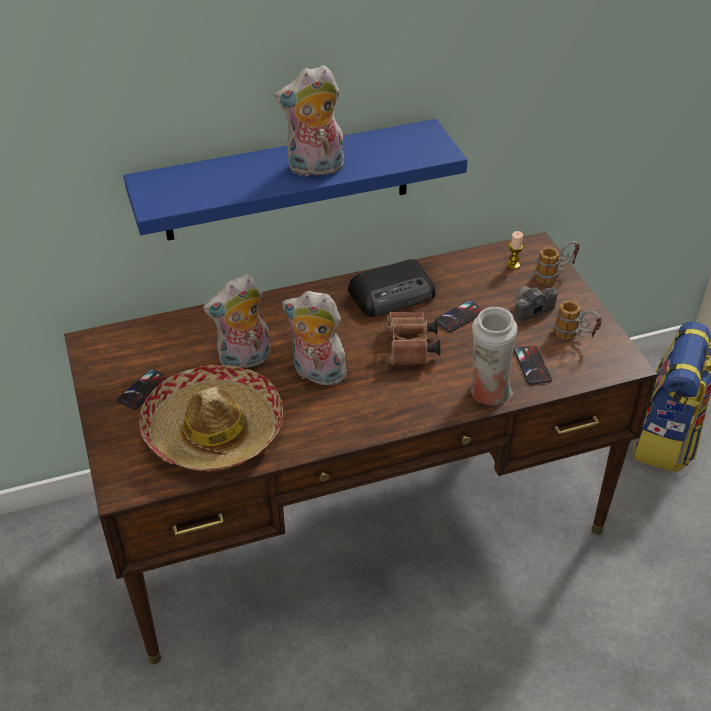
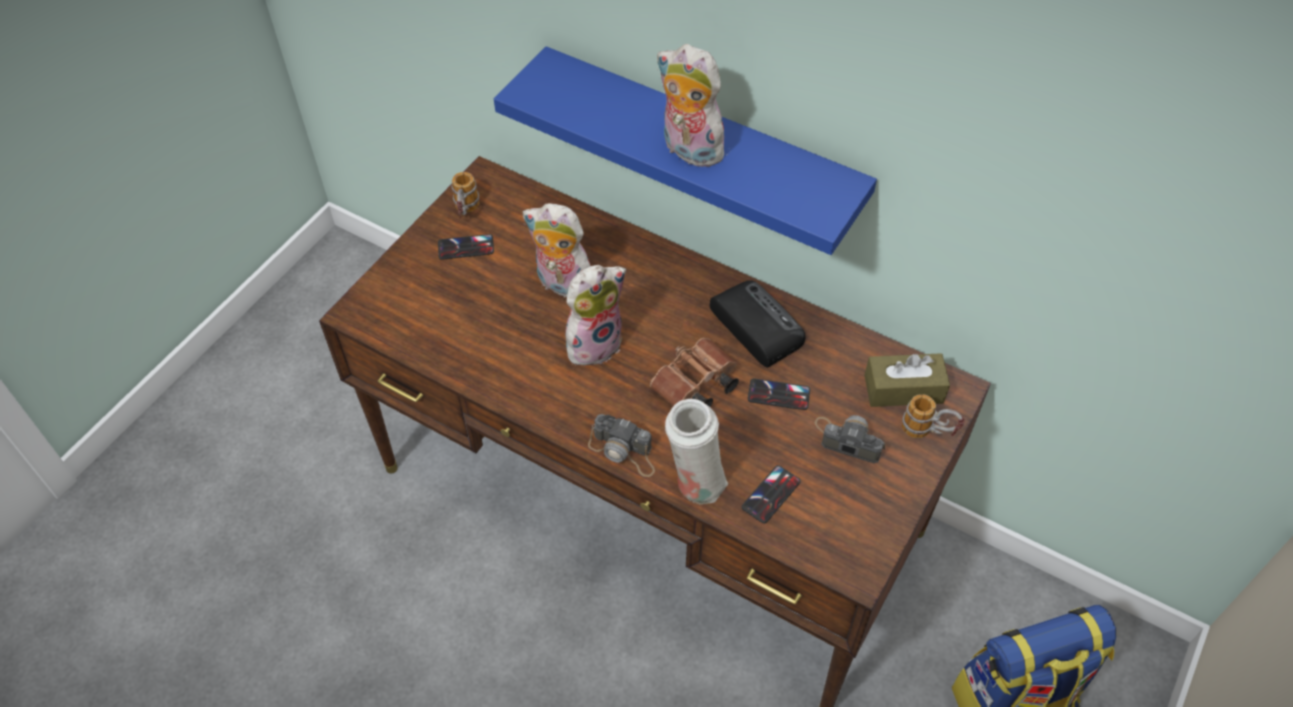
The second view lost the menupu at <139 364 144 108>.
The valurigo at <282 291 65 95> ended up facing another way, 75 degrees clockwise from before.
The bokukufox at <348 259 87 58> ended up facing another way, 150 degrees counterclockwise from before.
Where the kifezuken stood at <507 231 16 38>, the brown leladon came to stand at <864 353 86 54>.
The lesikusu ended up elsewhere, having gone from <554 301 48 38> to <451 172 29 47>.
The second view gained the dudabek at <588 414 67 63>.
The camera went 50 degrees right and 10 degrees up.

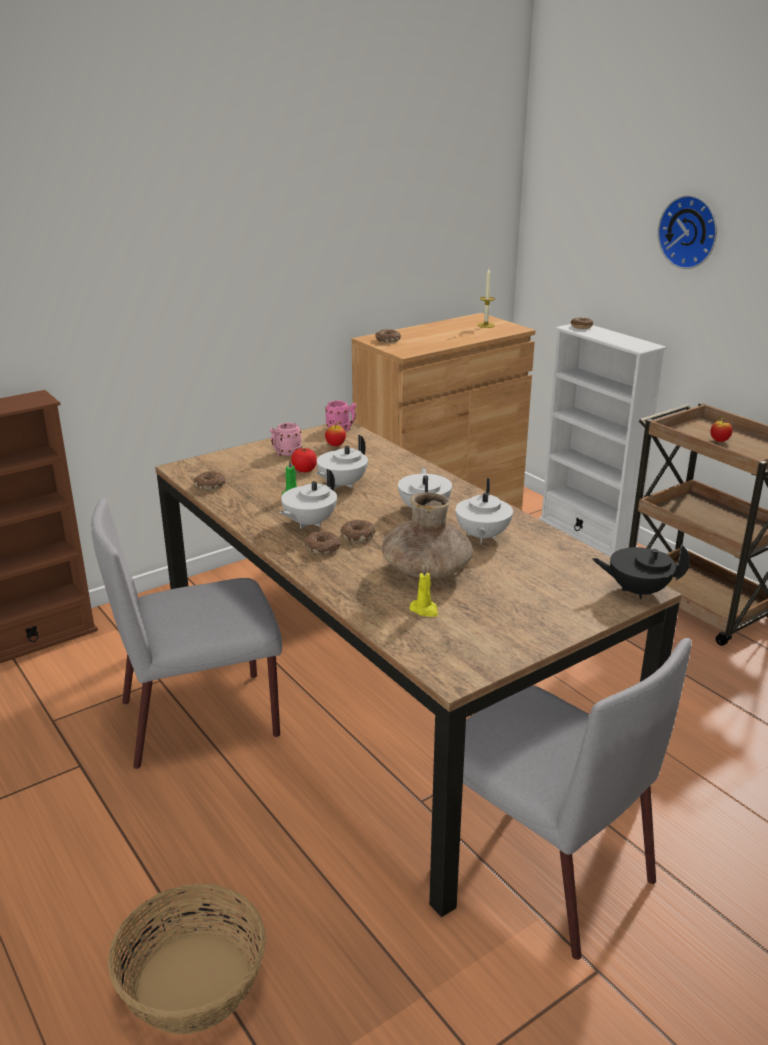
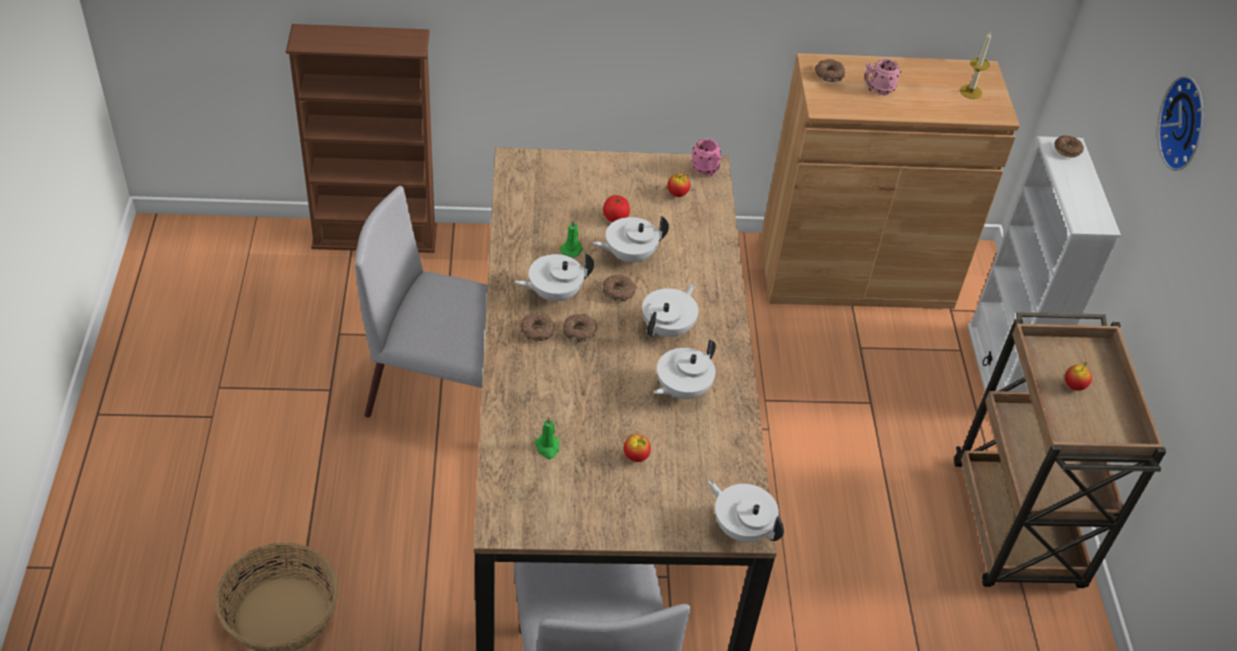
The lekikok ended up elsewhere, having gone from <194 471 32 19> to <602 275 35 27>.
The pink lesikusu ended up elsewhere, having gone from <270 422 32 34> to <864 59 37 36>.
The second view lost the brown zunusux at <382 492 91 87>.
What was the yellow kifezuken at <409 565 29 52> turned into the green kifezuken at <535 417 25 42>.
What was the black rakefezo at <592 544 98 55> turned into the white rakefezo at <708 480 76 62>.
The second view gained the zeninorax at <624 434 27 28>.
The camera went 30 degrees right and 20 degrees up.

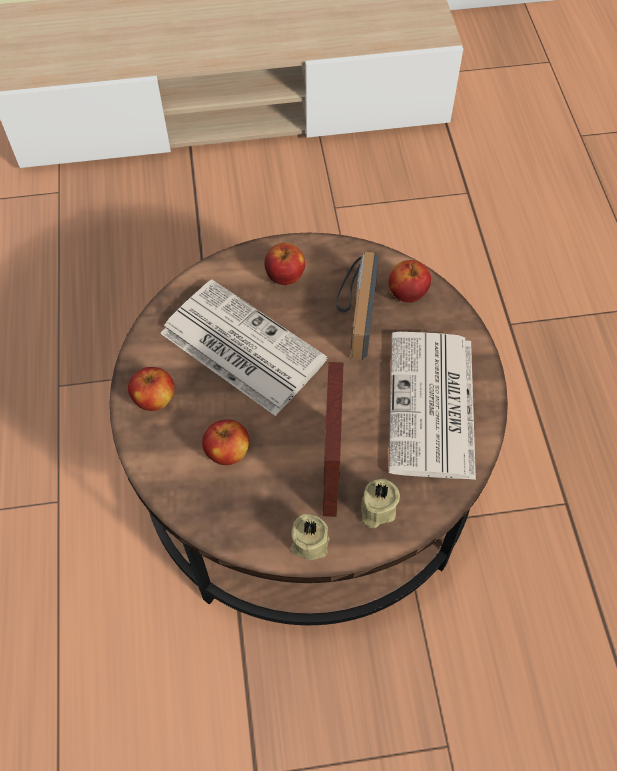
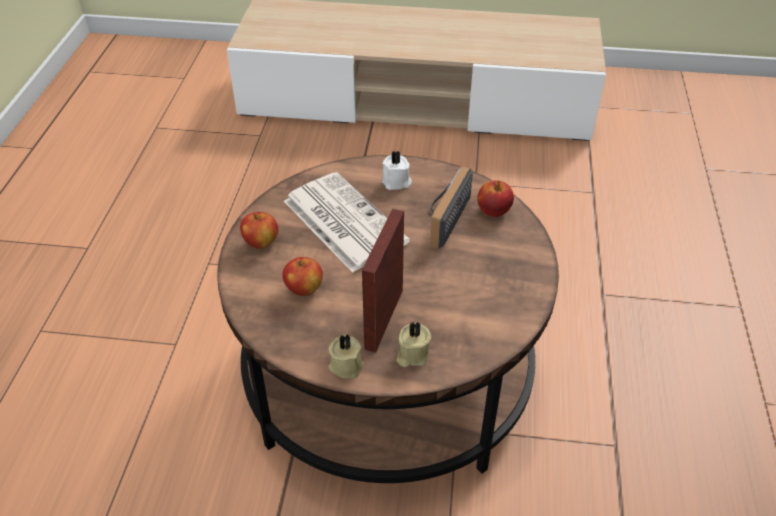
Where the zeninorax stood at <264 243 41 42>, the white kifezuken came to stand at <382 150 30 40>.
The second view lost the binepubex at <389 332 87 148>.
The camera went 15 degrees right and 15 degrees down.

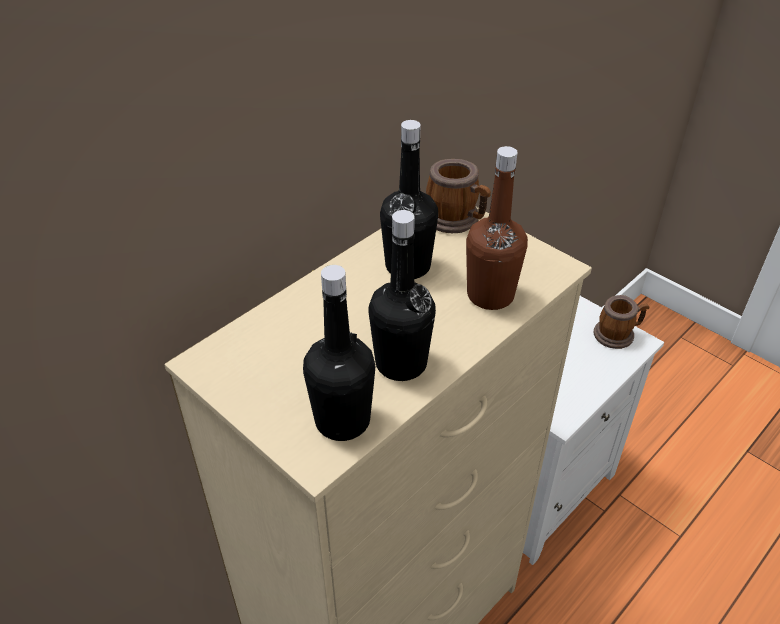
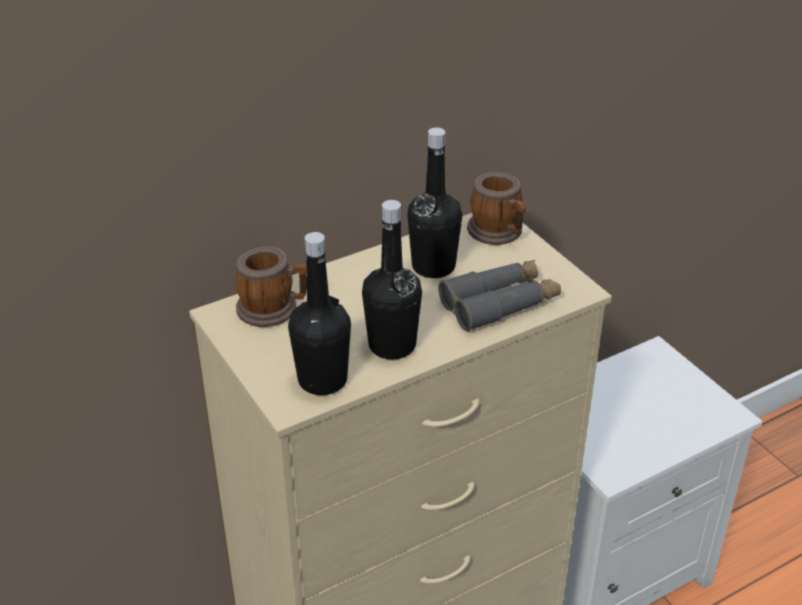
Where the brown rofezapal stood at <466 146 62 164>, the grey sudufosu came to stand at <438 260 123 71>.
The lesikusu ended up elsewhere, having gone from <594 295 56 54> to <236 247 71 80>.
The camera went 15 degrees right and 5 degrees down.

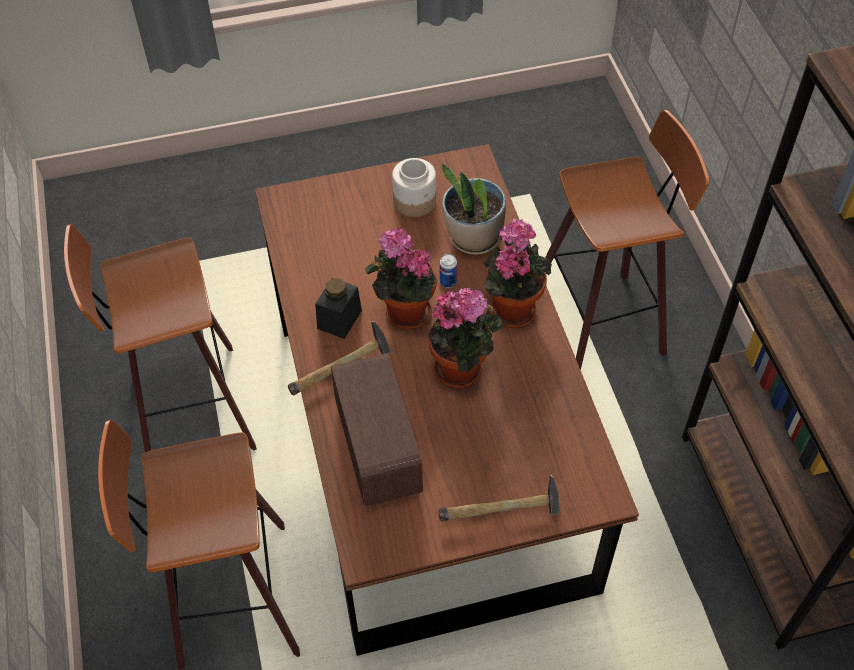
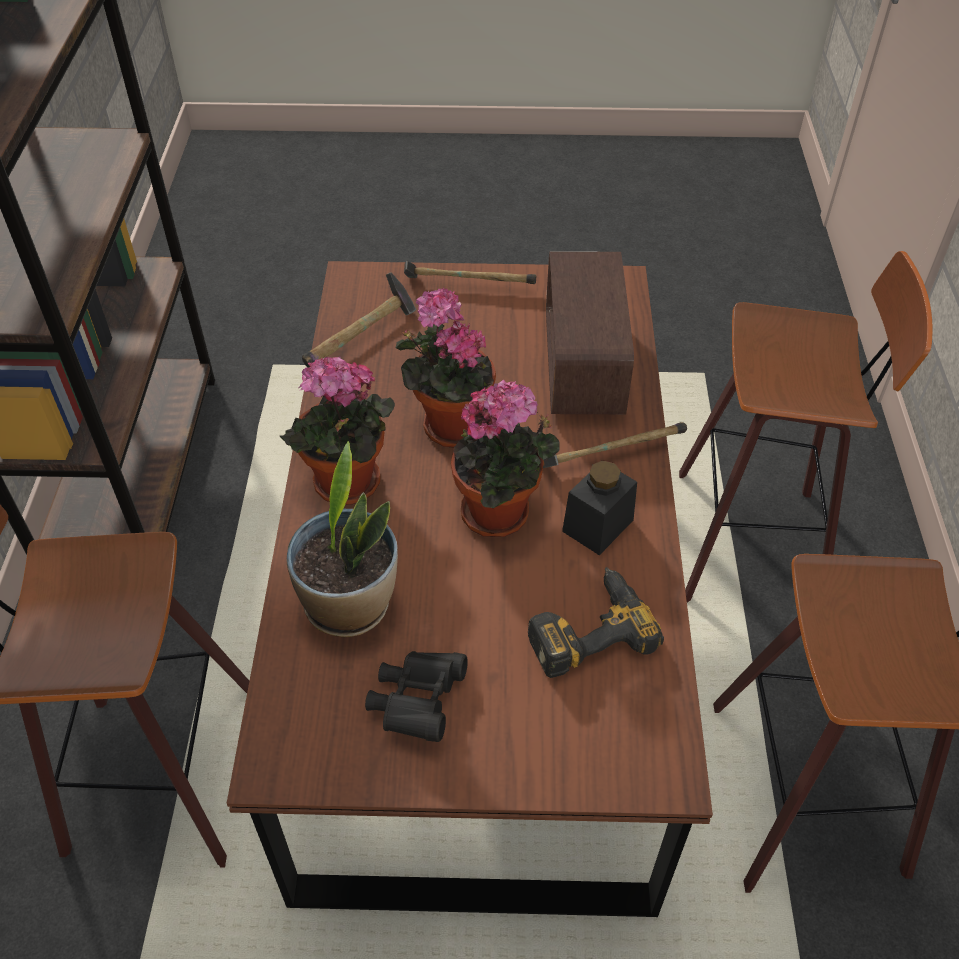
Where the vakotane stood at <392 158 44 59>, the black sudufosu came to stand at <365 651 103 91>.
The second view lost the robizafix at <440 254 17 34>.
The second view gained the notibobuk at <302 273 114 95>.
The second view gained the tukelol at <528 567 136 111>.
The camera went 165 degrees left and 5 degrees down.

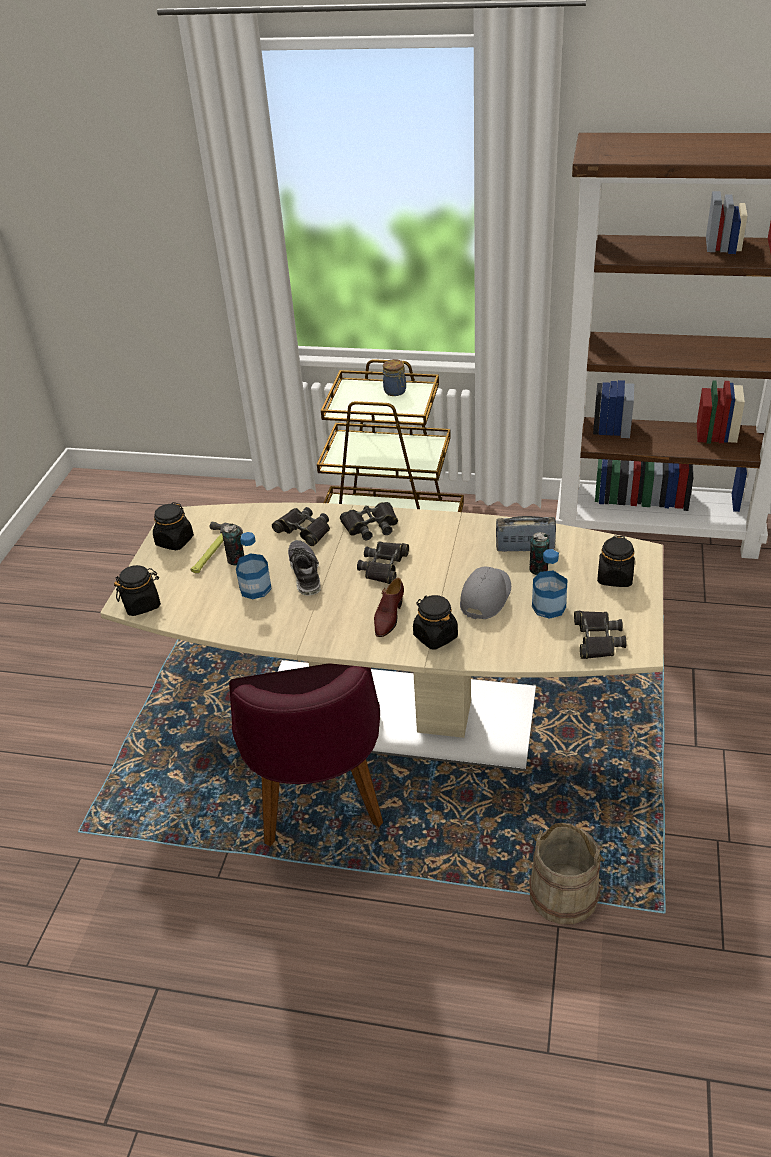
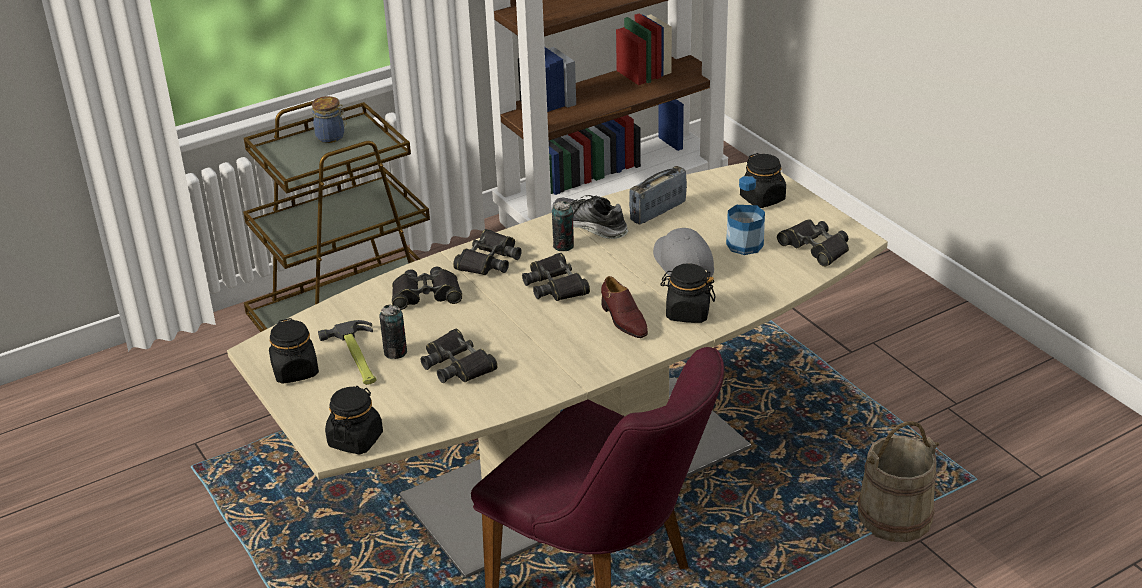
Where the rofezapal stood at <236 532 35 67>, the black sudufosu came to stand at <420 328 78 55>.
The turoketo ended up elsewhere, having gone from <288 540 33 56> to <551 195 77 44>.
The robizafix ended up elsewhere, having gone from <529 532 21 43> to <552 201 22 50>.
The camera went 45 degrees left and 5 degrees down.

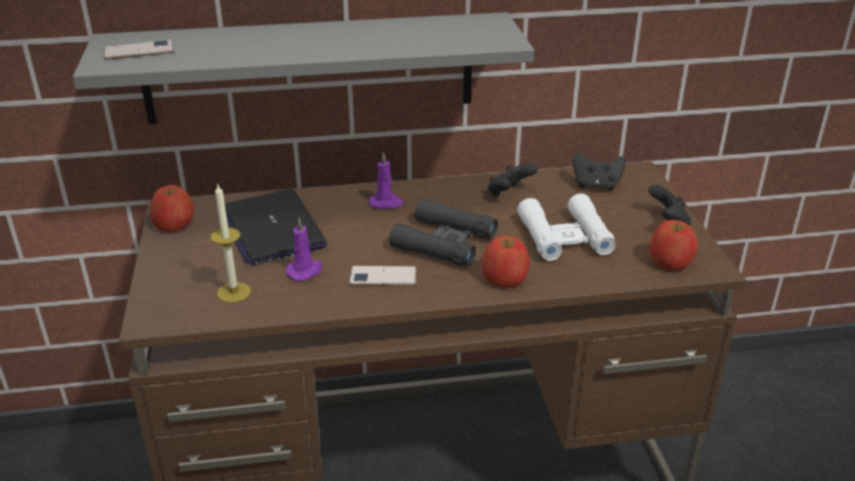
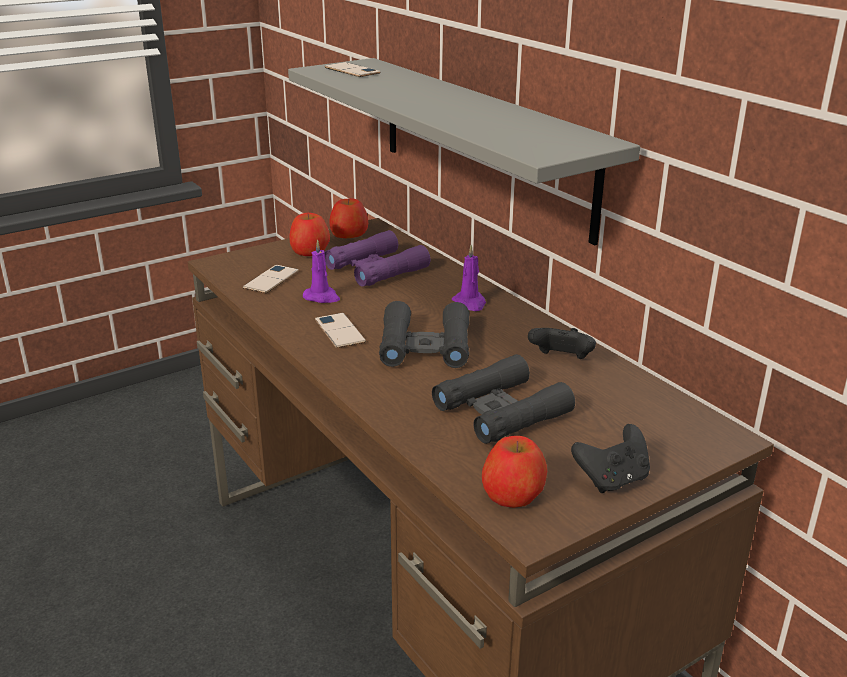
Where the kifezuken stood at <210 183 41 120>, the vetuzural came to stand at <243 265 56 28>.
Where the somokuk stood at <225 189 102 76>, the purple sudufosu came to stand at <324 230 106 57>.
The zeninorax ended up elsewhere, having gone from <482 236 48 52> to <289 213 41 43>.
What was the white sudufosu at <517 193 99 68> turned into the black sudufosu at <432 354 143 90>.
The second view lost the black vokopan at <573 152 53 38>.
The camera went 65 degrees right and 5 degrees down.

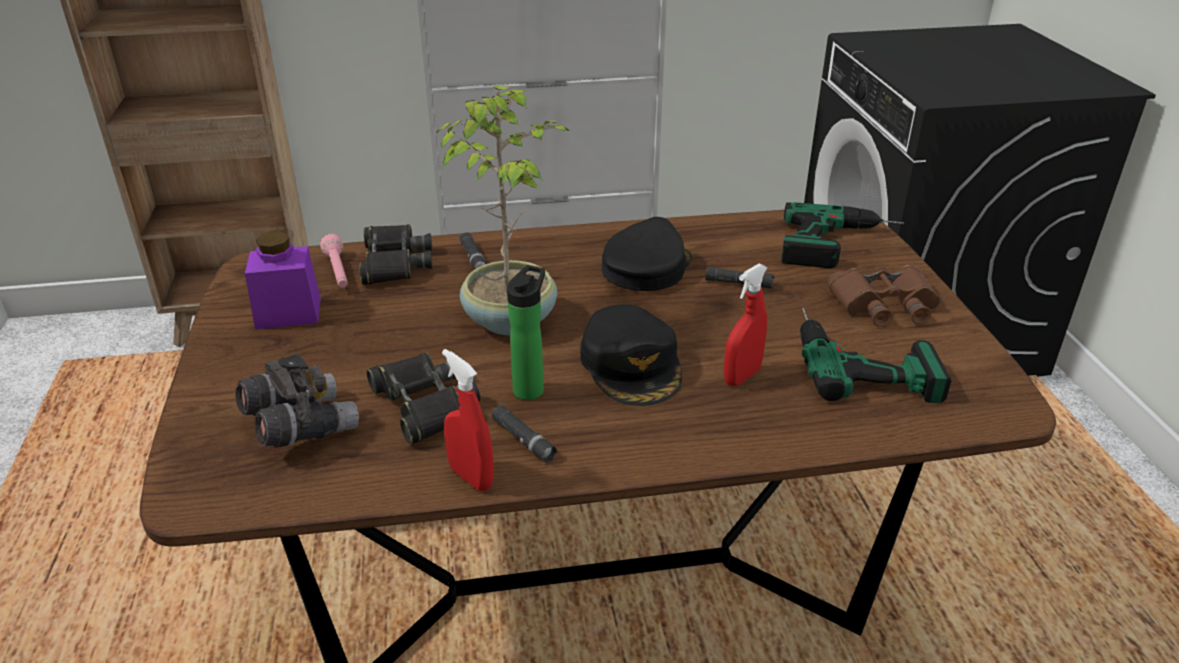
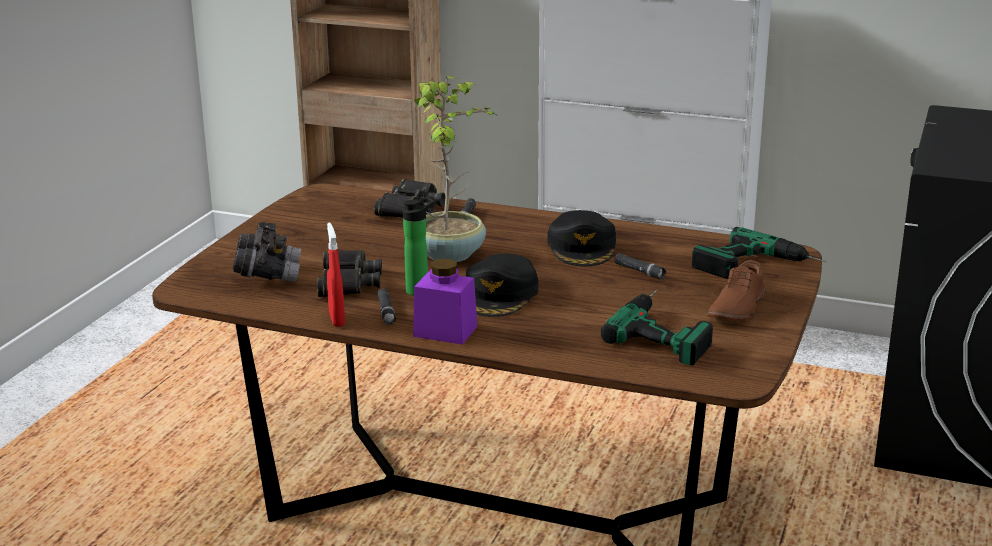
The purple vakotane ended up elsewhere, having gone from <245 231 76 98> to <413 259 64 86>.
The second view lost the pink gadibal at <320 234 28 54>.
The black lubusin at <602 217 90 74> ended up facing another way, 120 degrees clockwise from before.
The second view lost the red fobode at <724 264 44 122>.
Where the brown sudufosu stood at <827 265 113 62>, the brown turoketo came to stand at <706 255 60 66>.
The camera went 30 degrees right and 10 degrees down.

